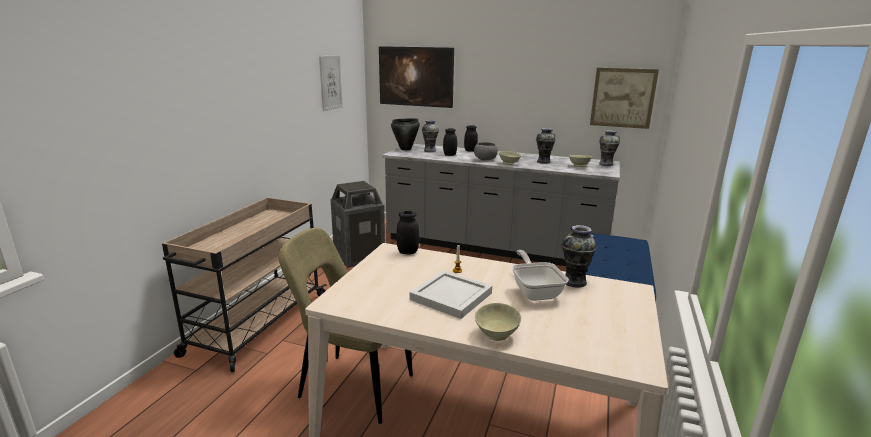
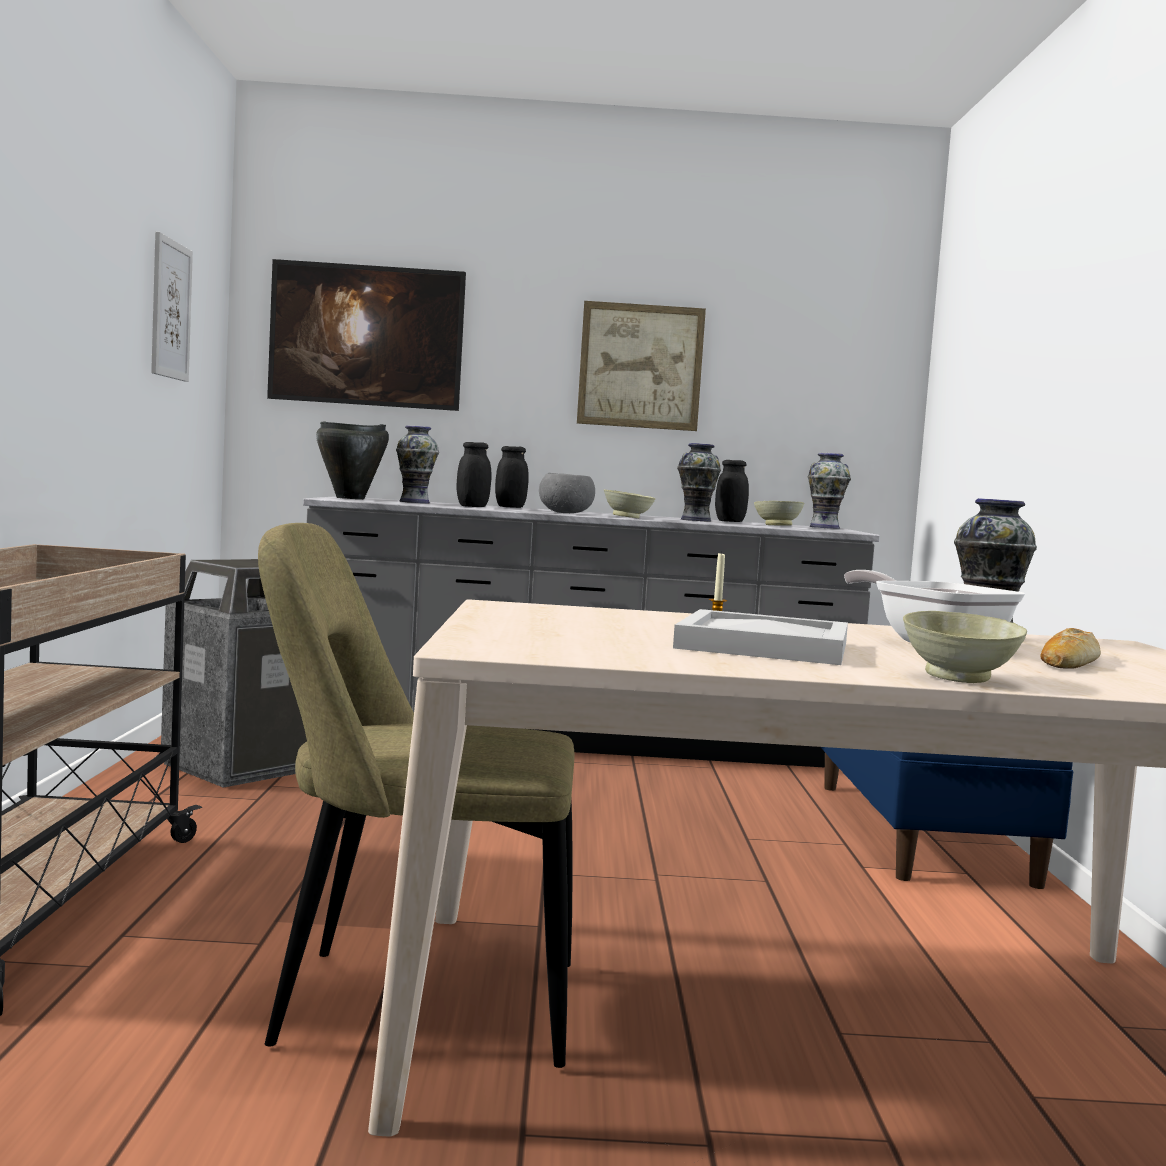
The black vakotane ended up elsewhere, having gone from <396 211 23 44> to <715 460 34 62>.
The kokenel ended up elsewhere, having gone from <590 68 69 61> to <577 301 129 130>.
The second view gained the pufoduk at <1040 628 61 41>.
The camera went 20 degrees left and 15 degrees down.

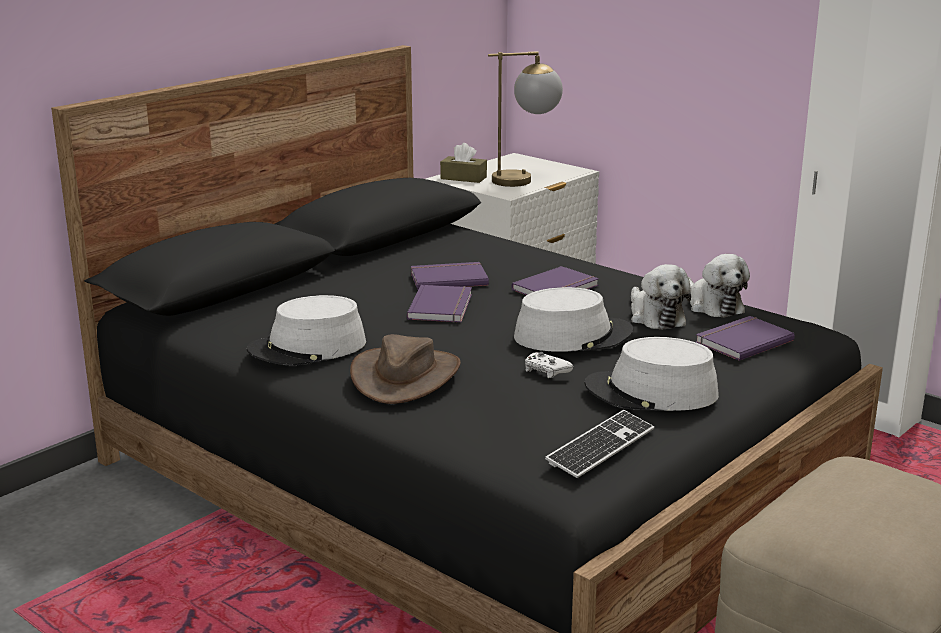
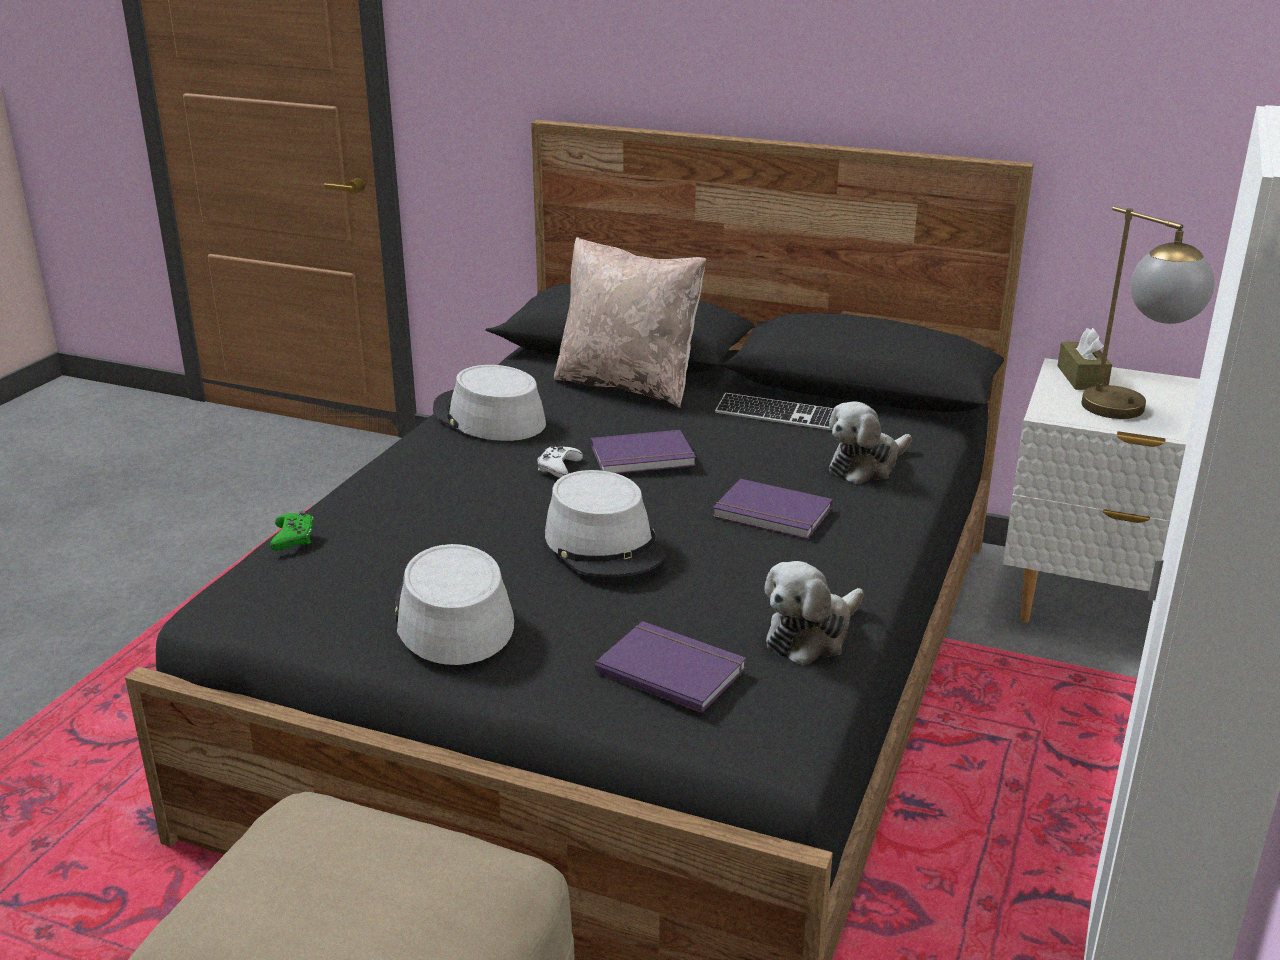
The second view lost the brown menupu at <350 334 111 70>.
The second view lost the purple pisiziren at <411 262 78 28>.
The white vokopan ended up elsewhere, having gone from <525 352 48 26> to <538 446 45 32>.
The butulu ended up elsewhere, having gone from <545 410 110 68> to <715 393 119 37>.
The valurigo ended up elsewhere, having gone from <631 264 60 66> to <829 401 82 83>.
The second view gained the green vokopan at <270 511 44 40>.
The second view gained the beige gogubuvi at <554 237 152 171>.
The camera went 70 degrees right and 5 degrees up.

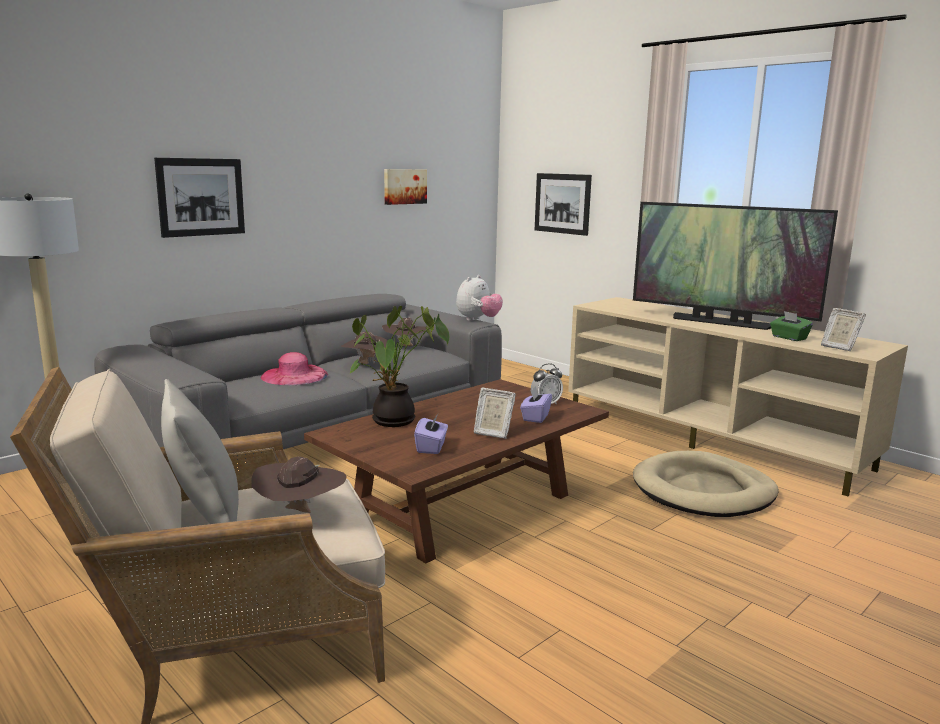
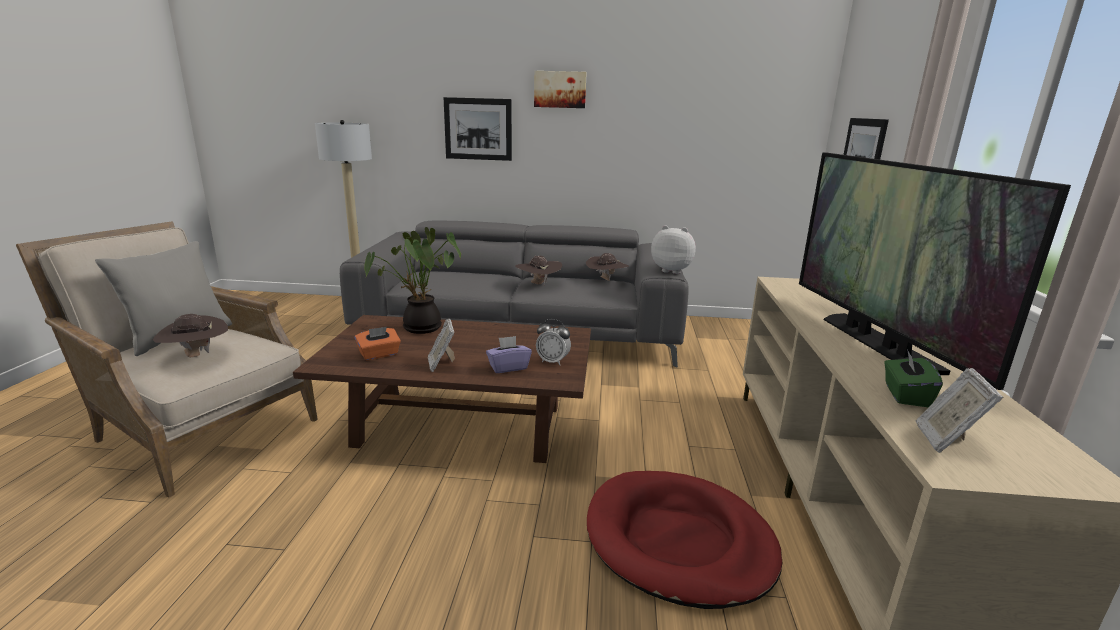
The second view lost the pink menupu at <261 352 67 33>.
The kokenel ended up elsewhere, having gone from <384 169 43 36> to <534 71 53 37>.
What was the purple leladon at <414 413 34 41> turned into the orange leladon at <355 327 46 33>.
The valurigo at <456 275 47 46> ended up facing another way, 150 degrees counterclockwise from before.
What was the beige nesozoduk at <633 451 146 66> turned into the red nesozoduk at <587 471 195 138>.
The camera went 50 degrees right and 5 degrees up.

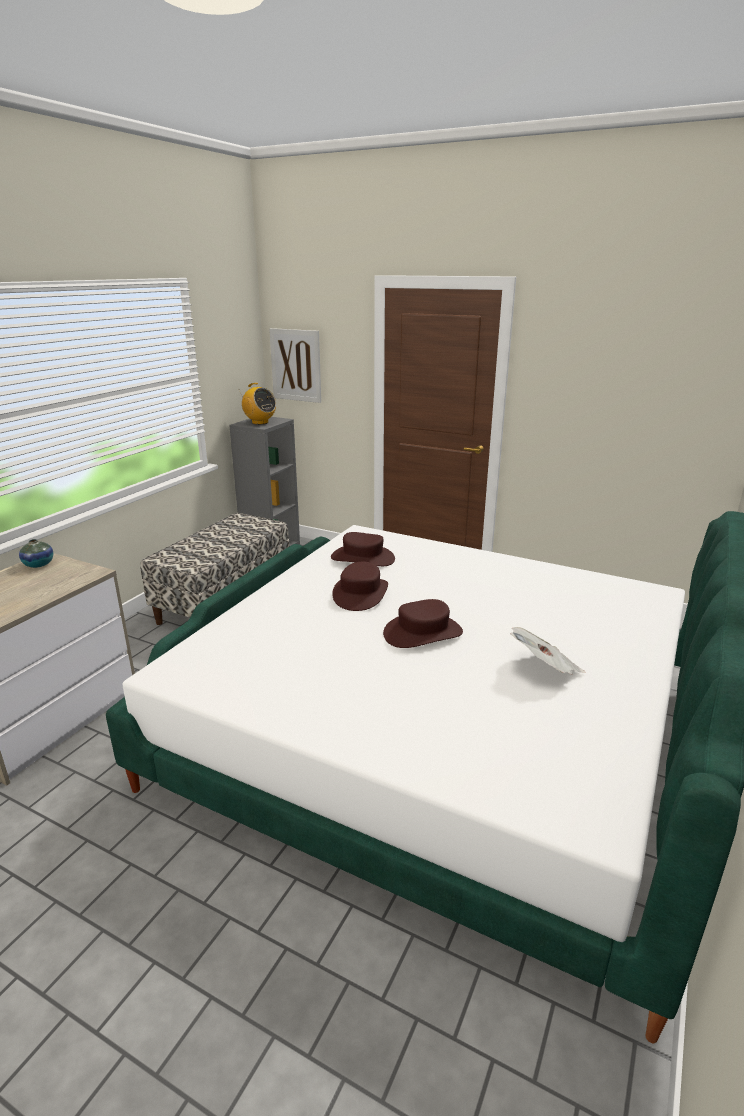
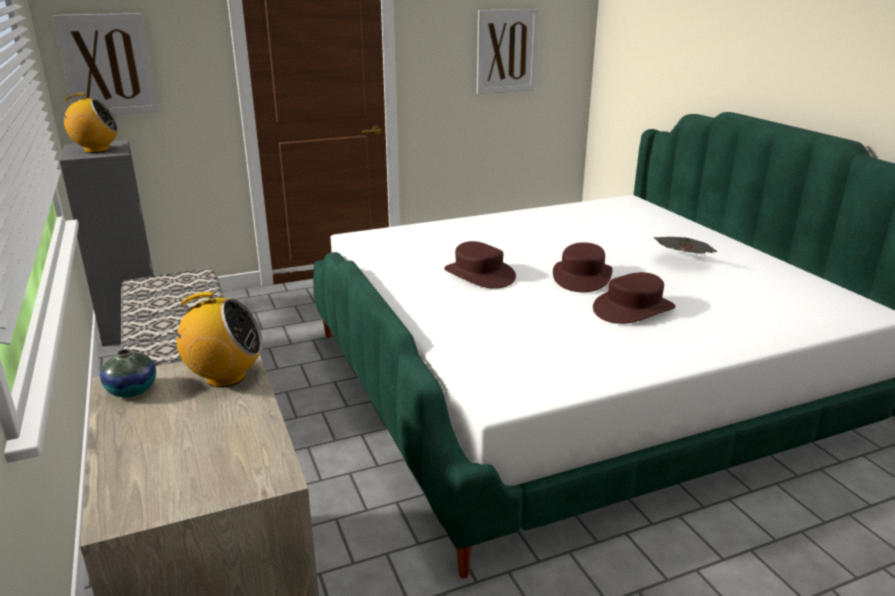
The brown menupu ended up elsewhere, having gone from <331 532 64 34> to <593 272 83 52>.
The second view gained the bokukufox at <164 292 99 96>.
The second view gained the kokenel at <477 9 62 85>.
The camera went 50 degrees left and 0 degrees up.

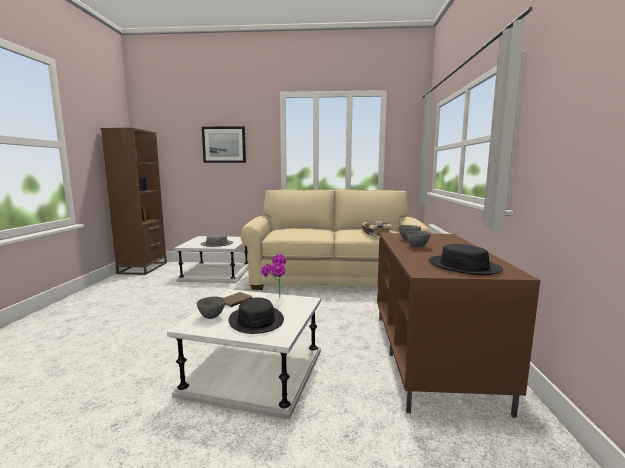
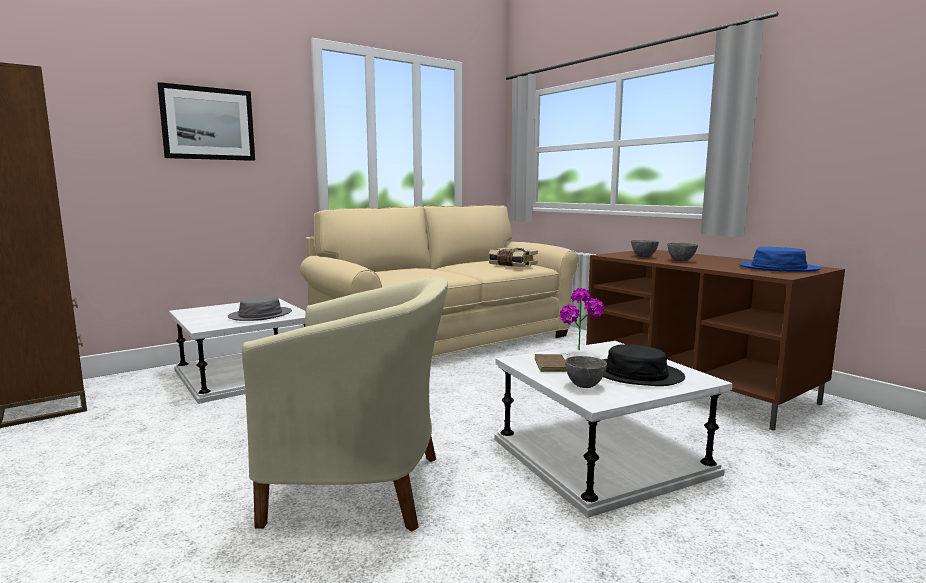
What was the black menupu at <429 244 74 31> turned into the blue menupu at <739 247 83 25>.
The second view gained the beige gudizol at <242 277 206 255>.
The camera went 40 degrees left and 0 degrees up.

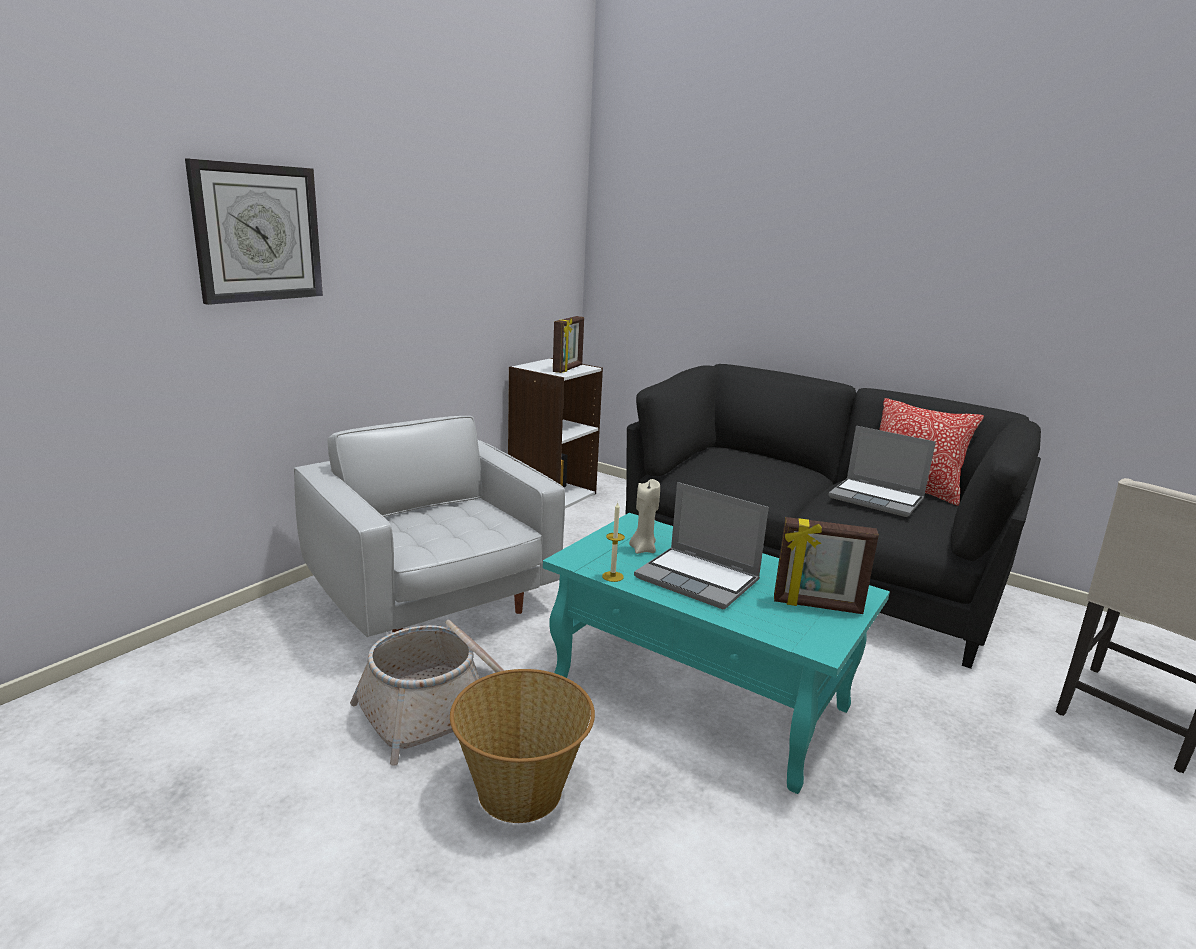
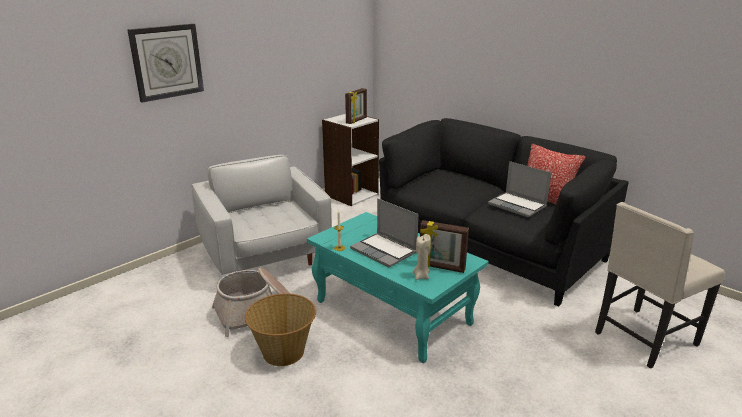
The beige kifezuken ended up elsewhere, having gone from <629 479 31 75> to <413 234 18 46>.
The camera went 10 degrees right and 5 degrees up.

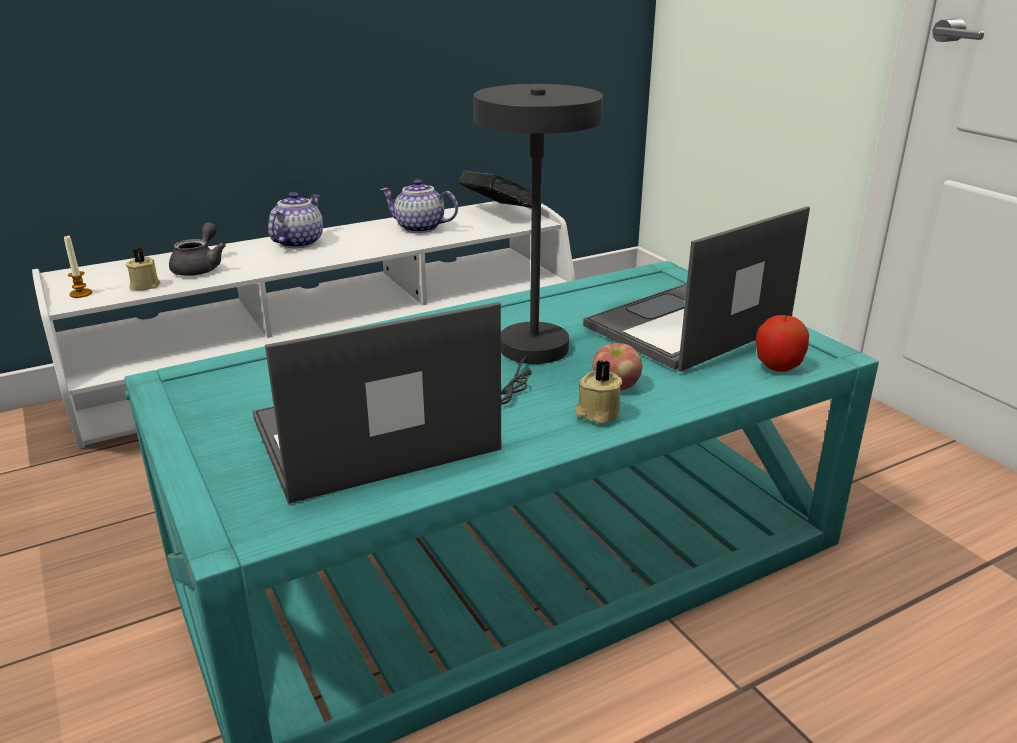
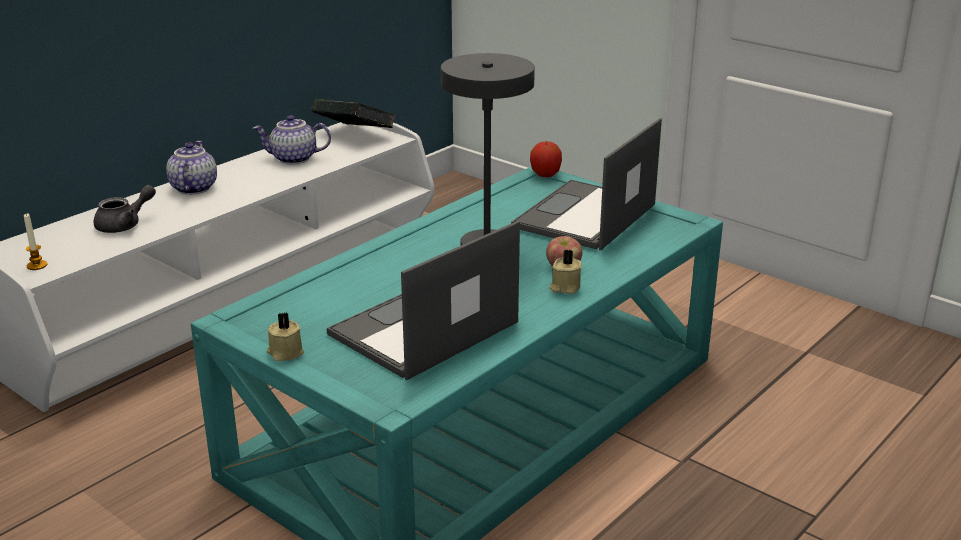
The beige kifezuken ended up elsewhere, having gone from <125 248 35 42> to <267 312 37 49>.
The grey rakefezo at <169 222 57 54> ended up facing another way, 60 degrees clockwise from before.
The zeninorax ended up elsewhere, having gone from <756 315 53 57> to <530 141 32 36>.
The camera went 20 degrees left and 0 degrees up.

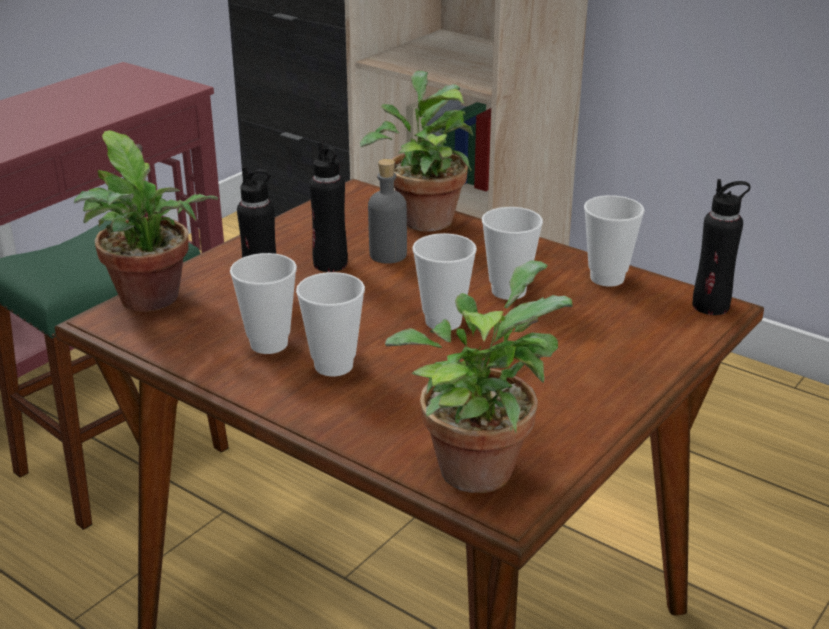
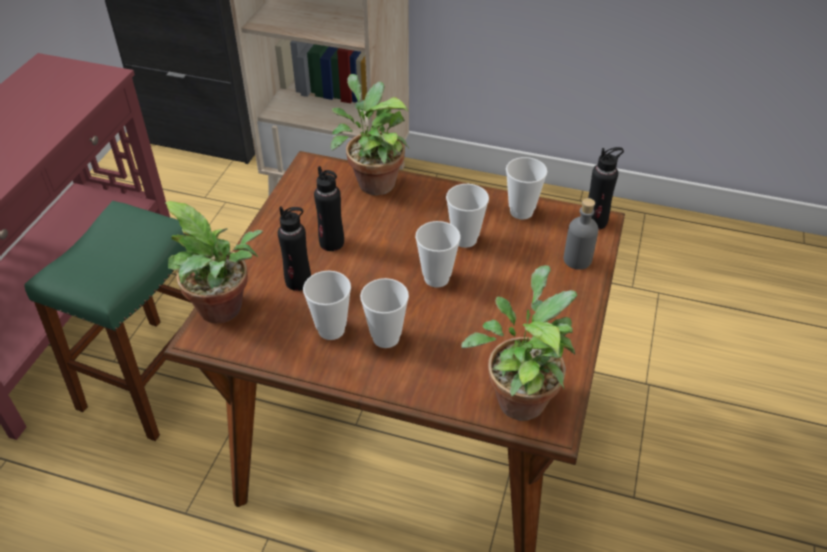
The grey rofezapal ended up elsewhere, having gone from <368 159 39 105> to <564 198 35 72>.
The camera went 20 degrees left and 15 degrees up.

